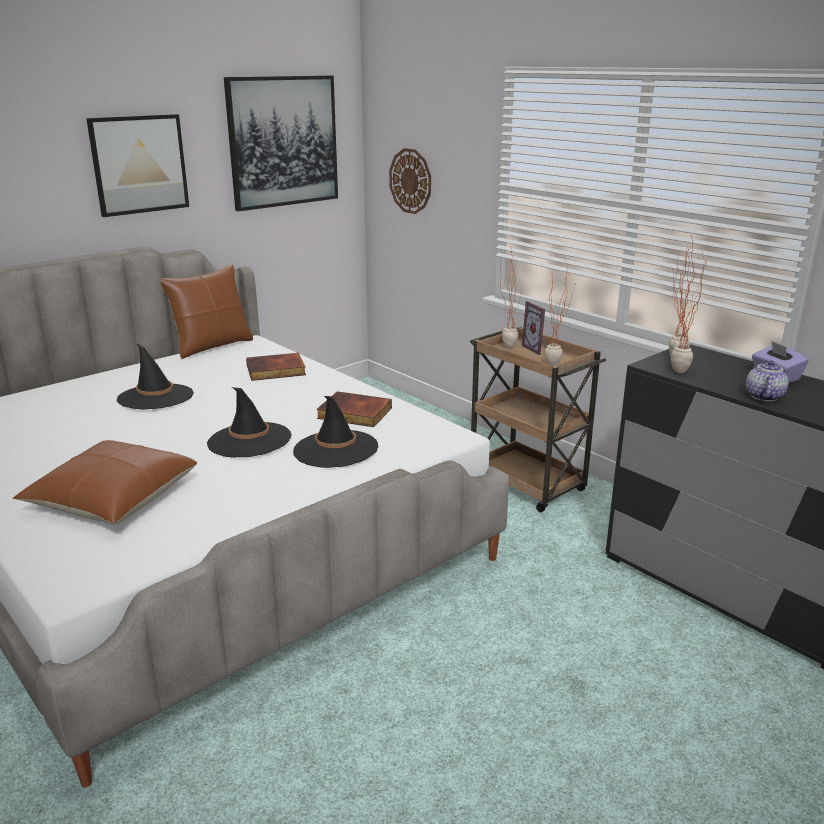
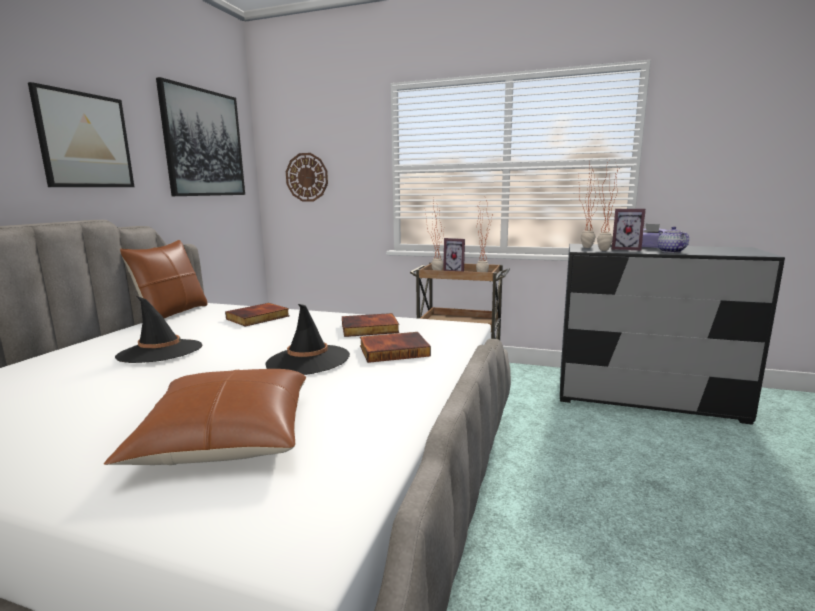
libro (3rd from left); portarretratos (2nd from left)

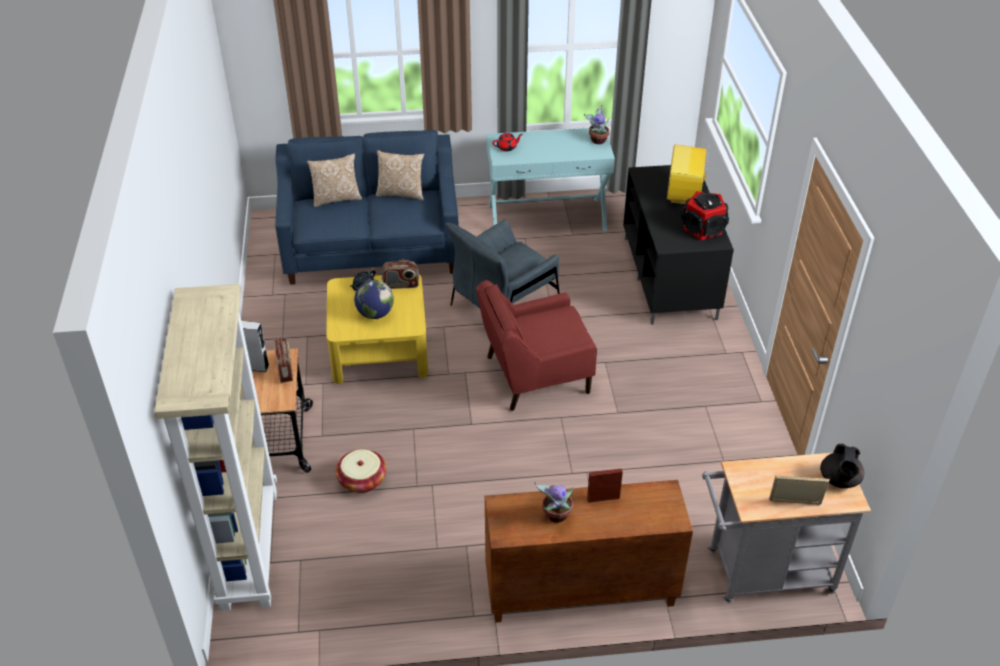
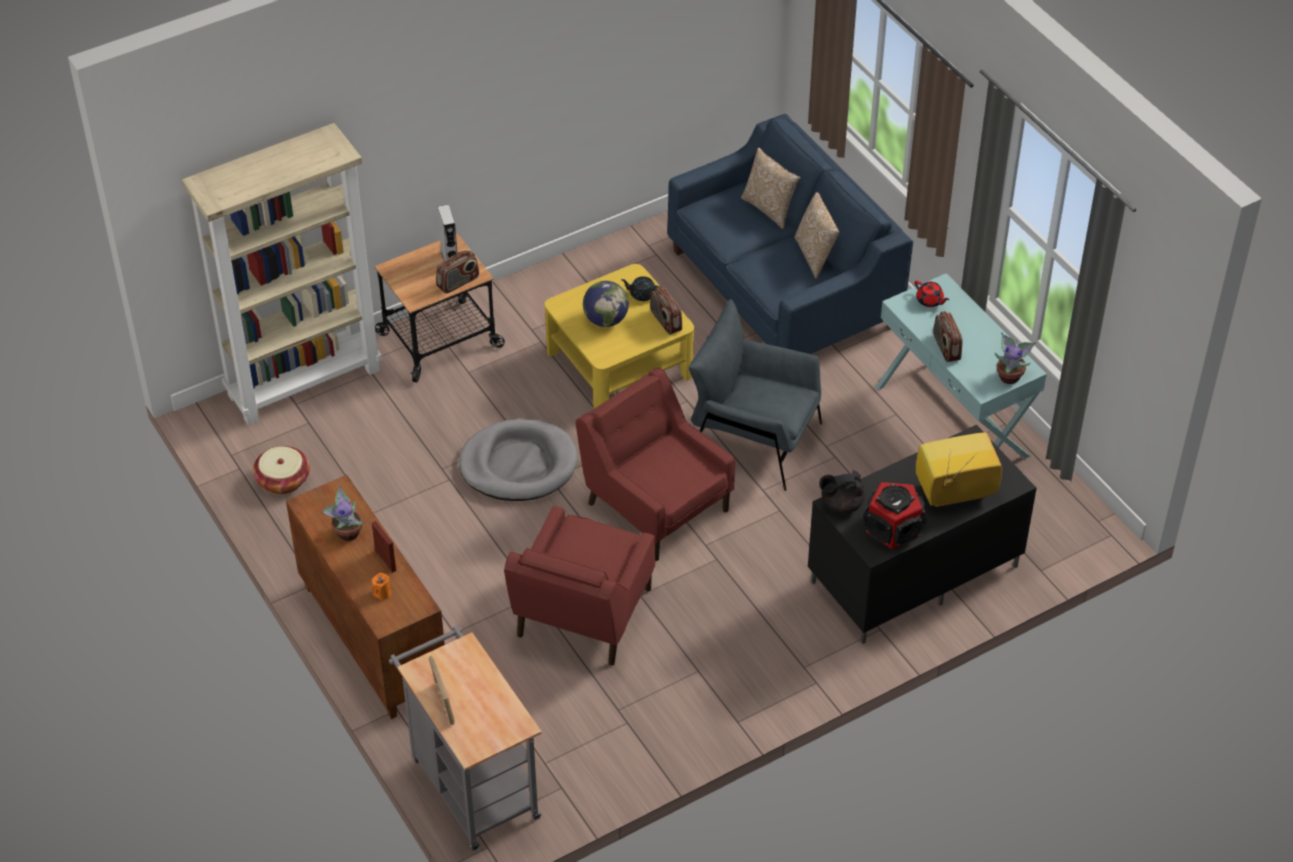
cesta; vela (naranja); cama para perro (gris); sillón (rojo) (1st from left); tetera (negro) (2nd from left); radio (3rd from left)

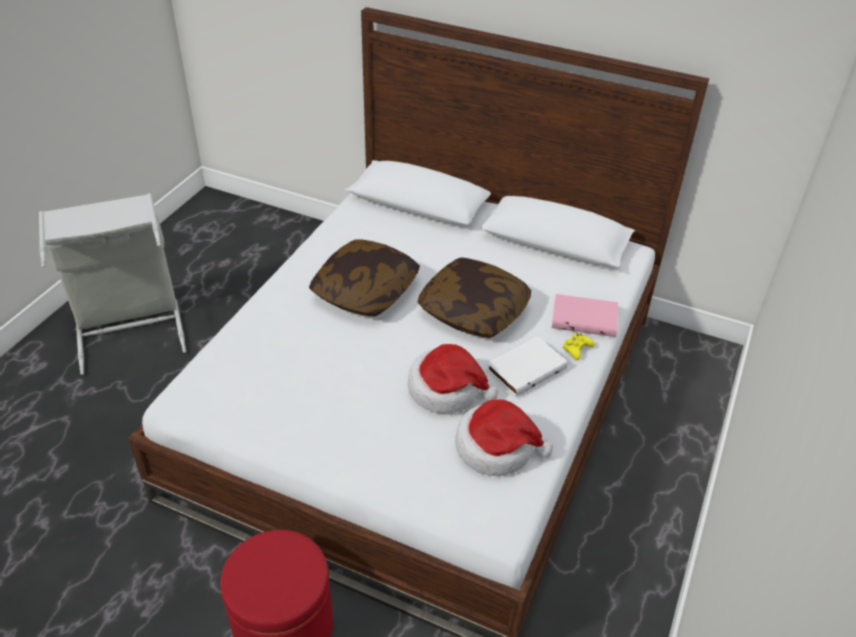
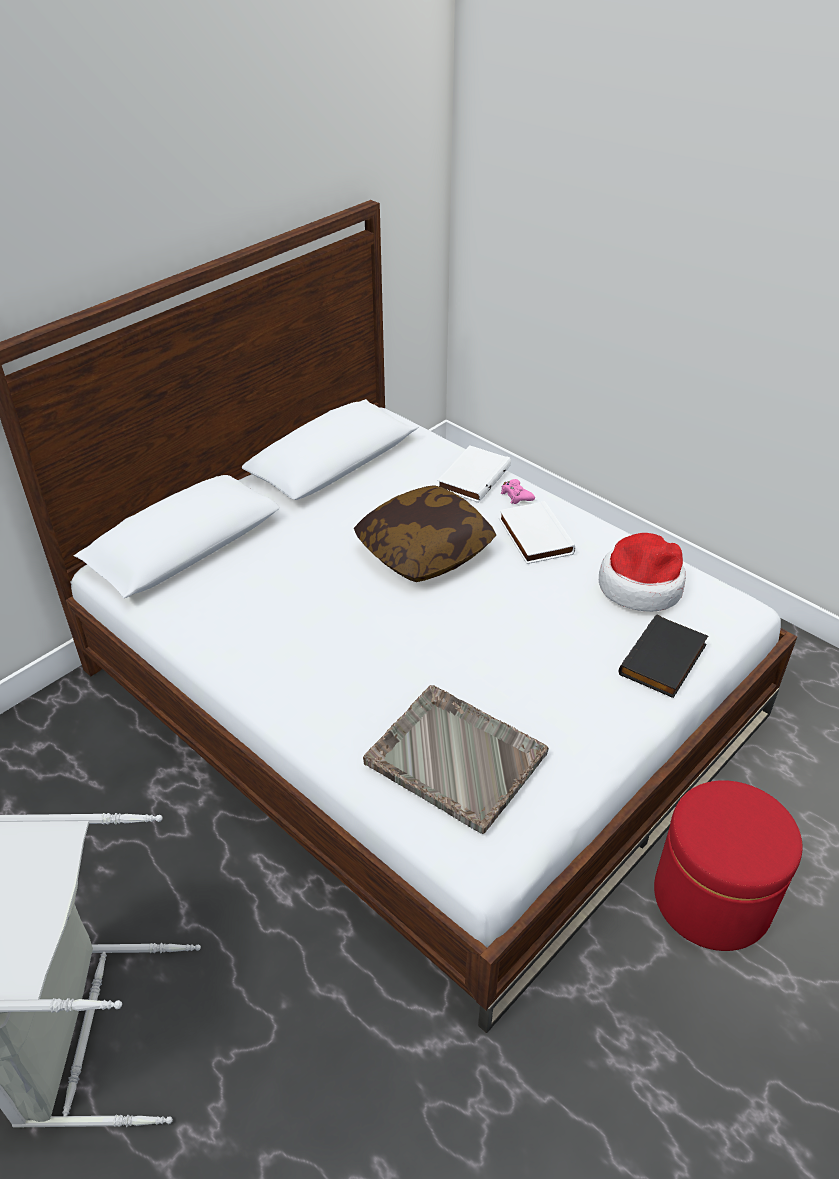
bandeja (gris); libro (blanco) (1st from left); mando de consola (rosa); libro (negro); cojín (1st from left in the first image); sombrero (1st from left in the first image)

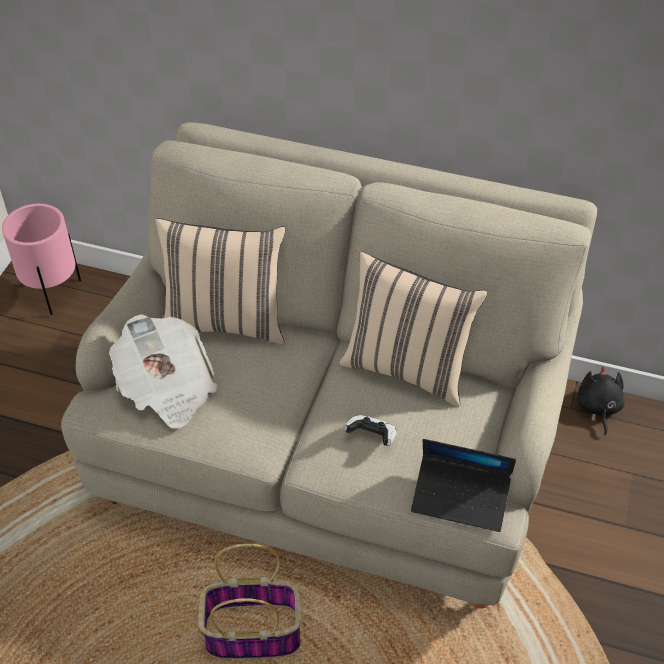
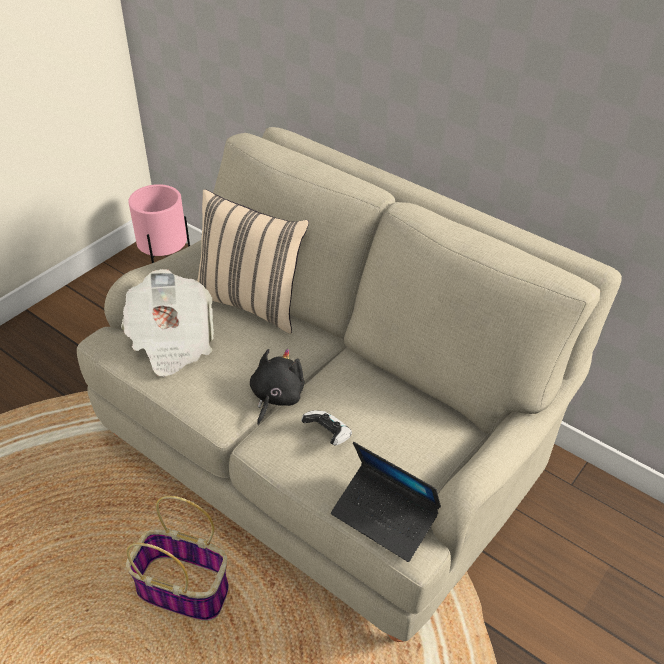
peluche (negro); cojín (beis) (2nd from left in the first image)

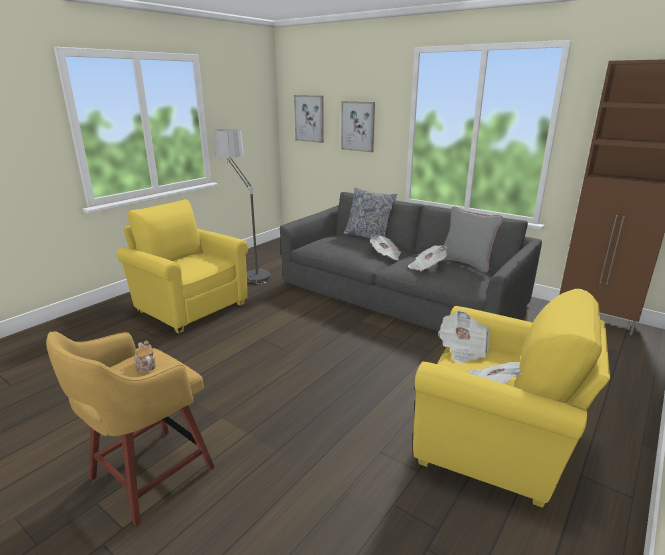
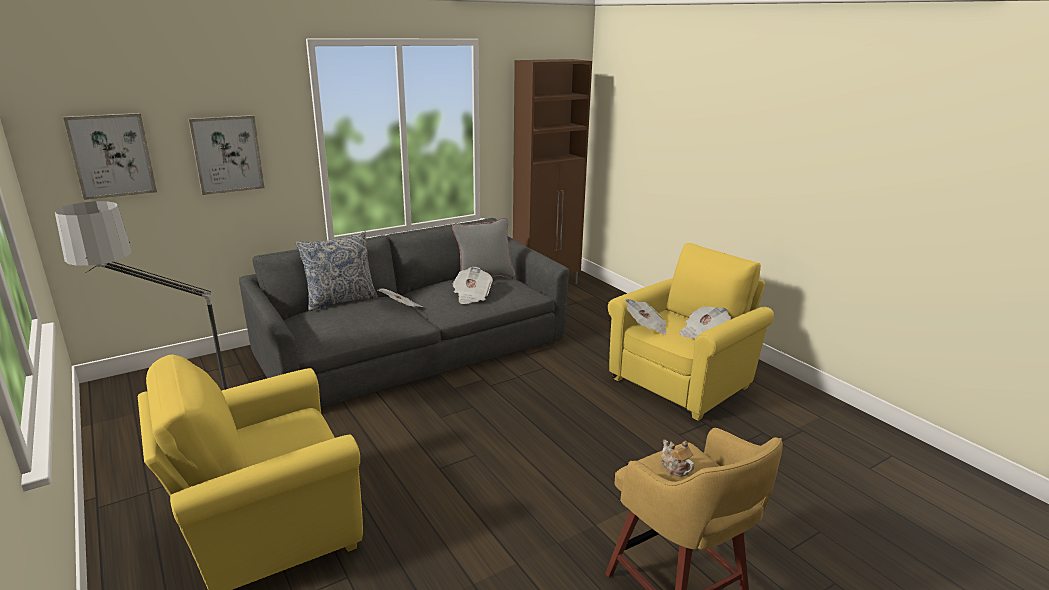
tetera

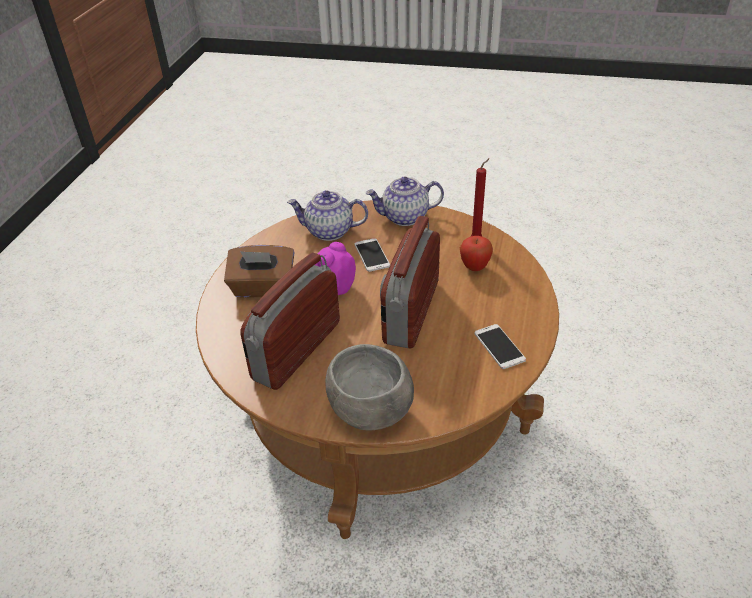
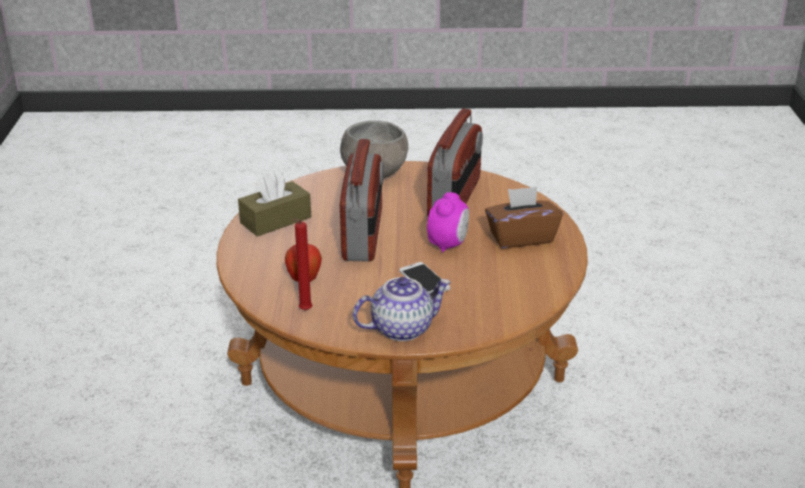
caja de pañuelos (marrón) (1st from left); tetera (1st from left in the first image)

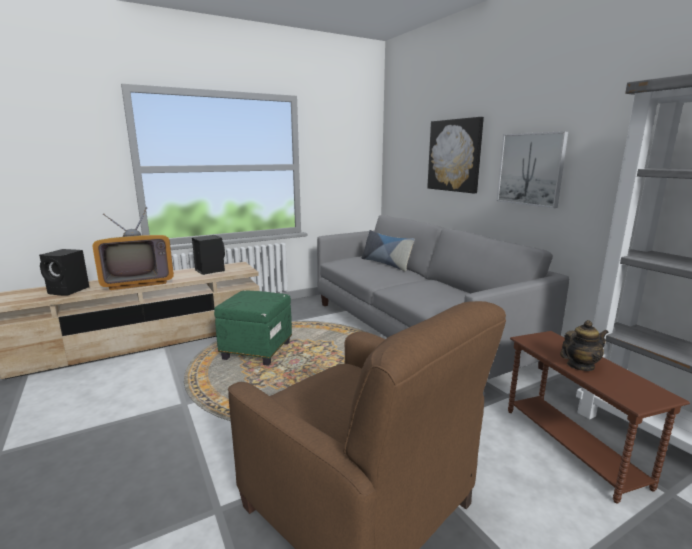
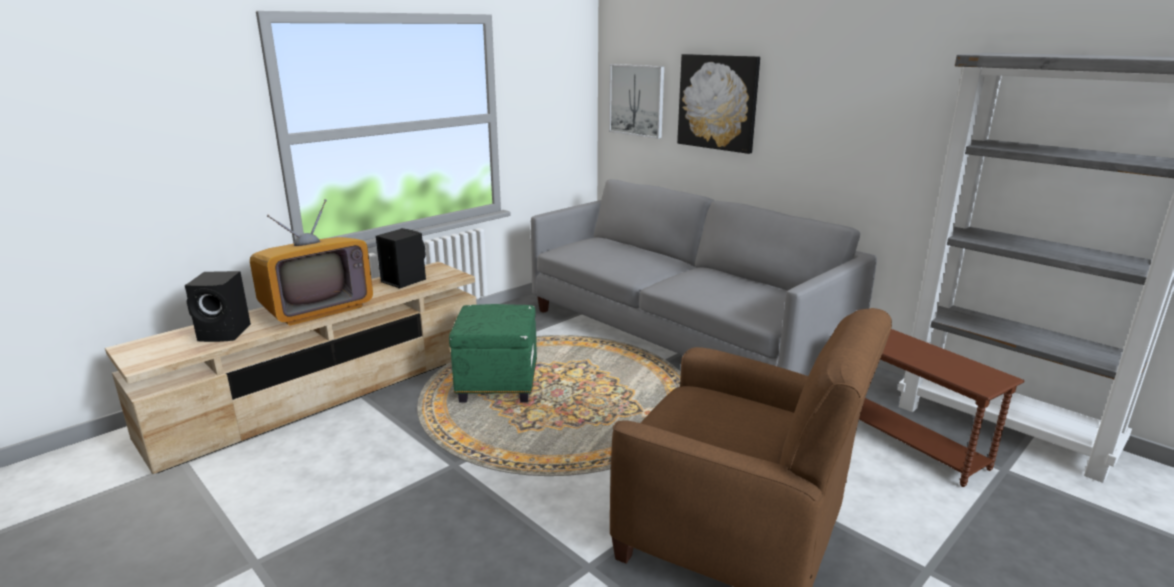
cuadro (1st from left); cojín; tetera

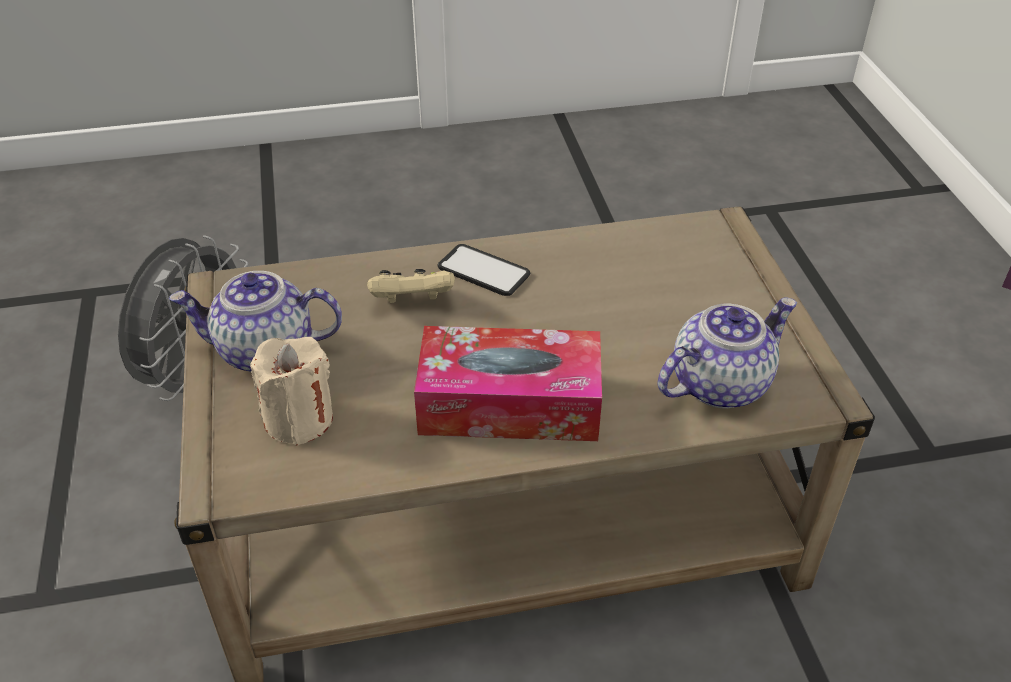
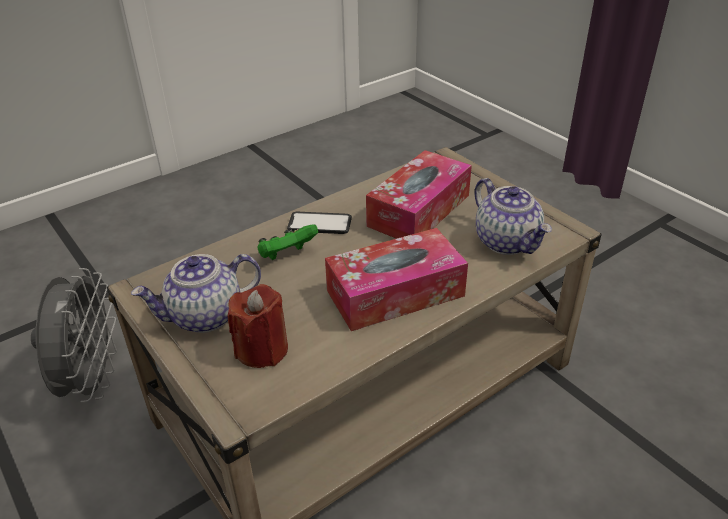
vela (rojo); mando de consola (verde); caja de pañuelos (2nd from left); tetera (2nd from left)

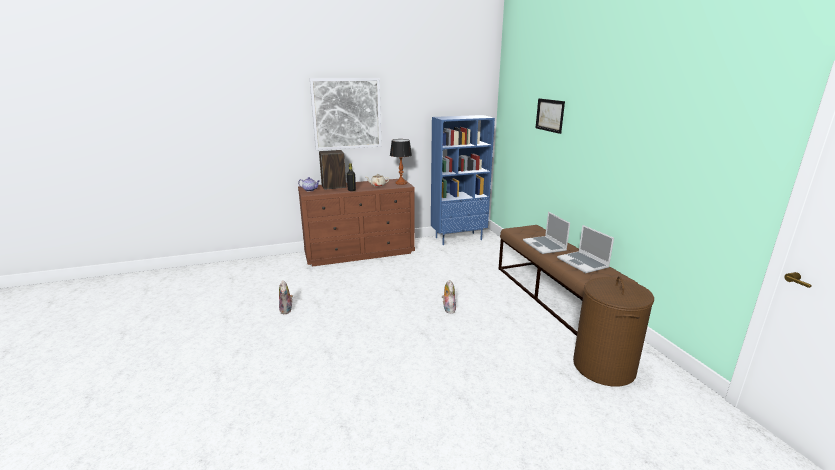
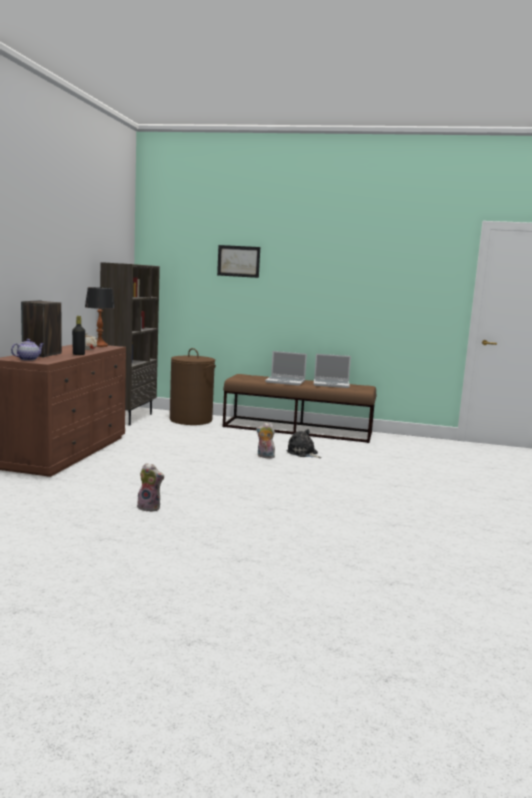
estantería (marrón); cesto de la ropa (marrón); peluche (3rd from left); cuadro (1st from left in the first image)

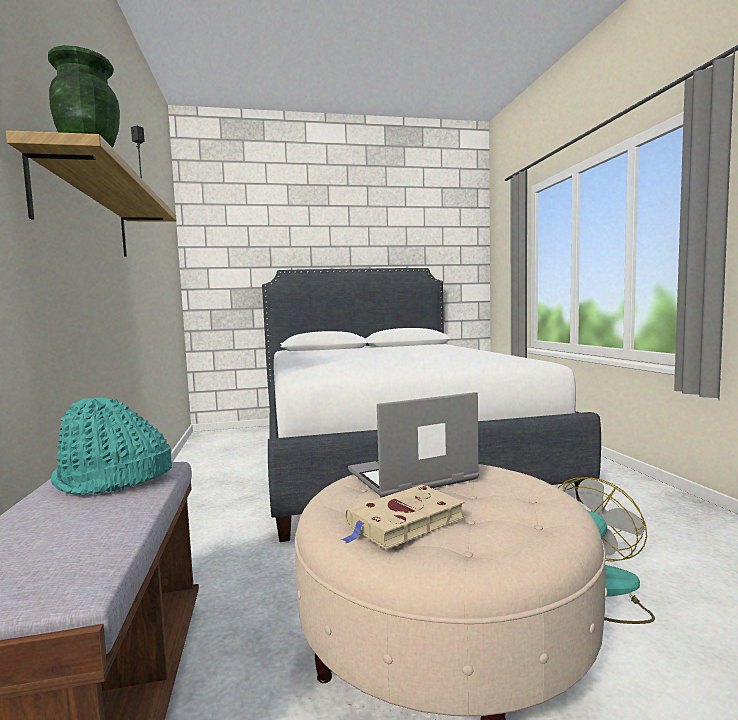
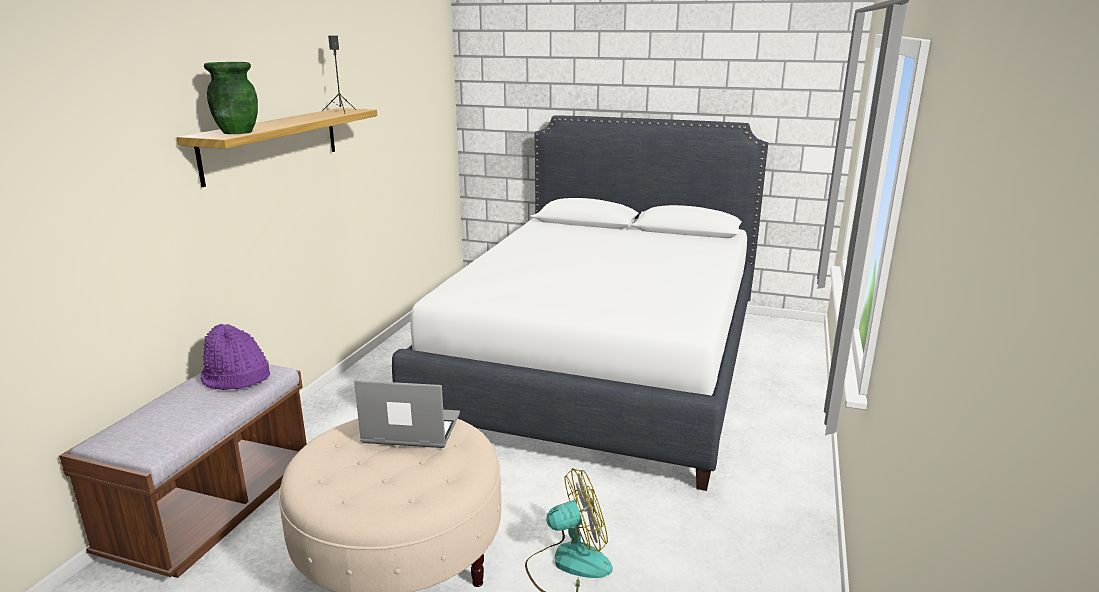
sombrero (morado); libro (beis)

